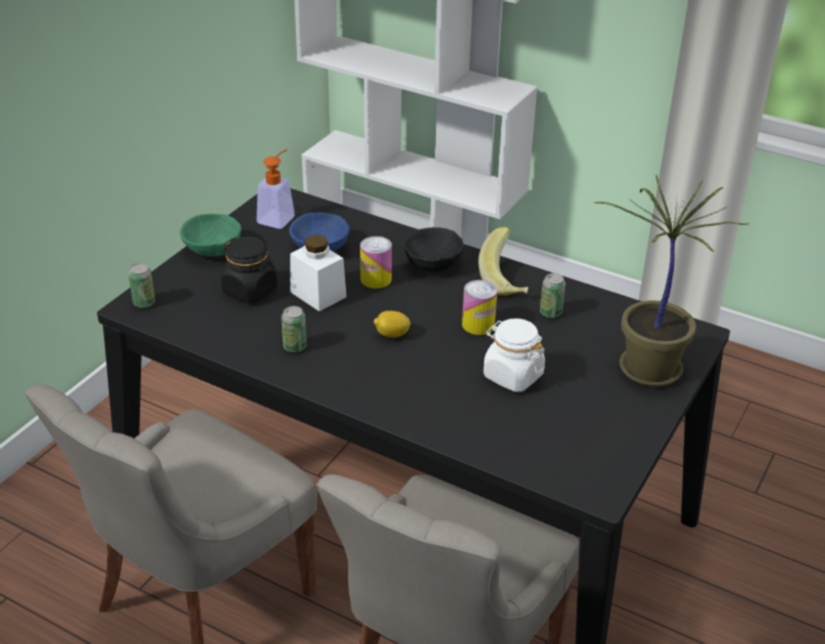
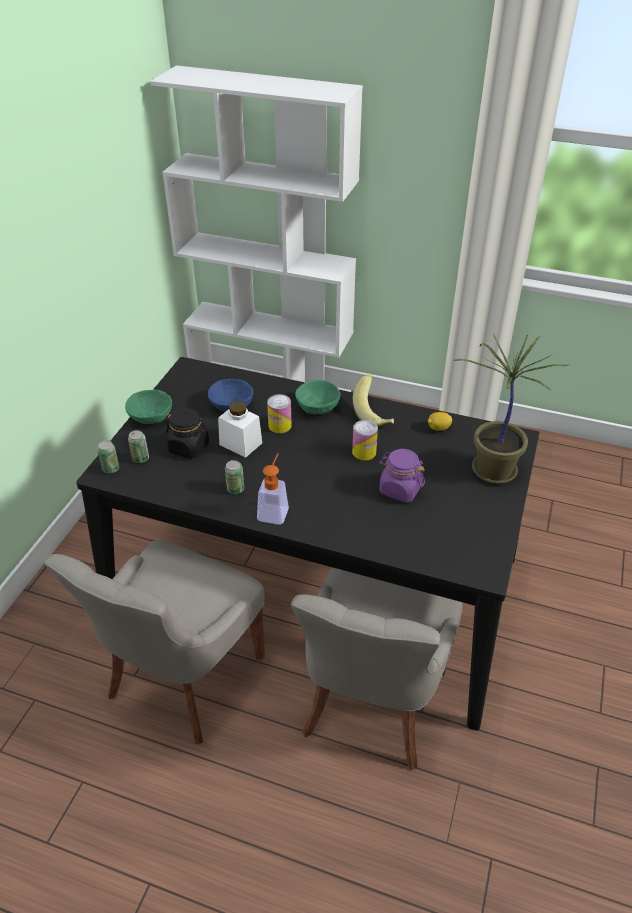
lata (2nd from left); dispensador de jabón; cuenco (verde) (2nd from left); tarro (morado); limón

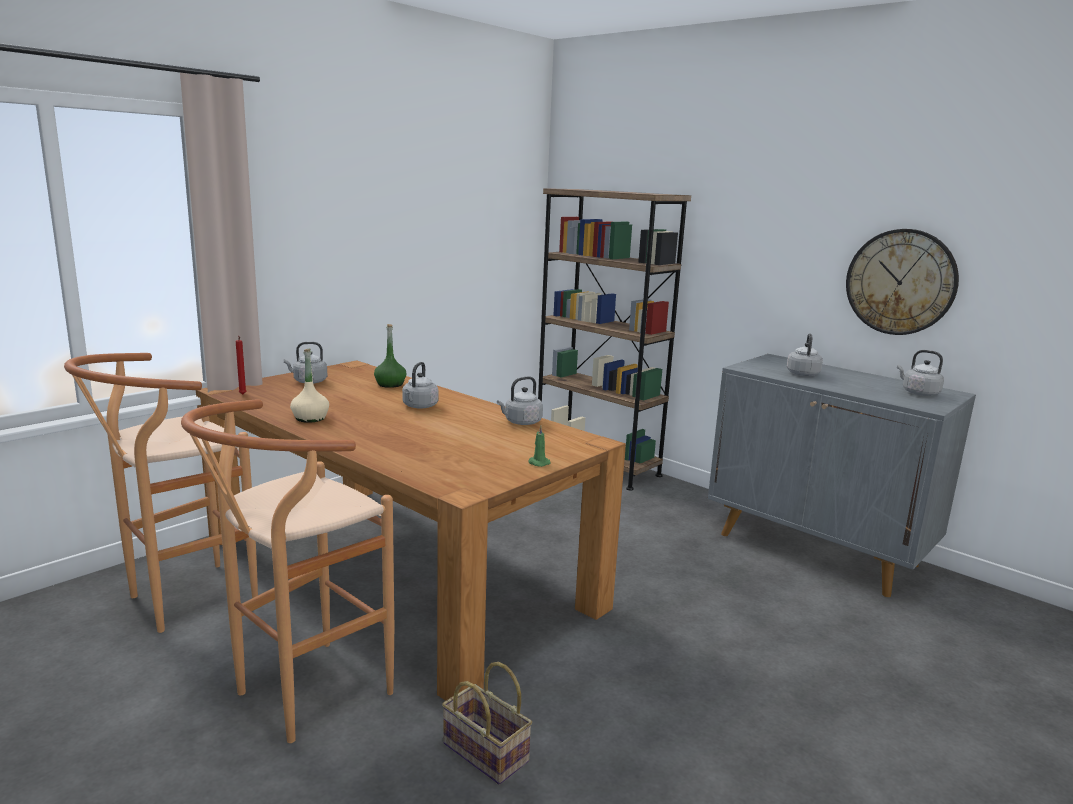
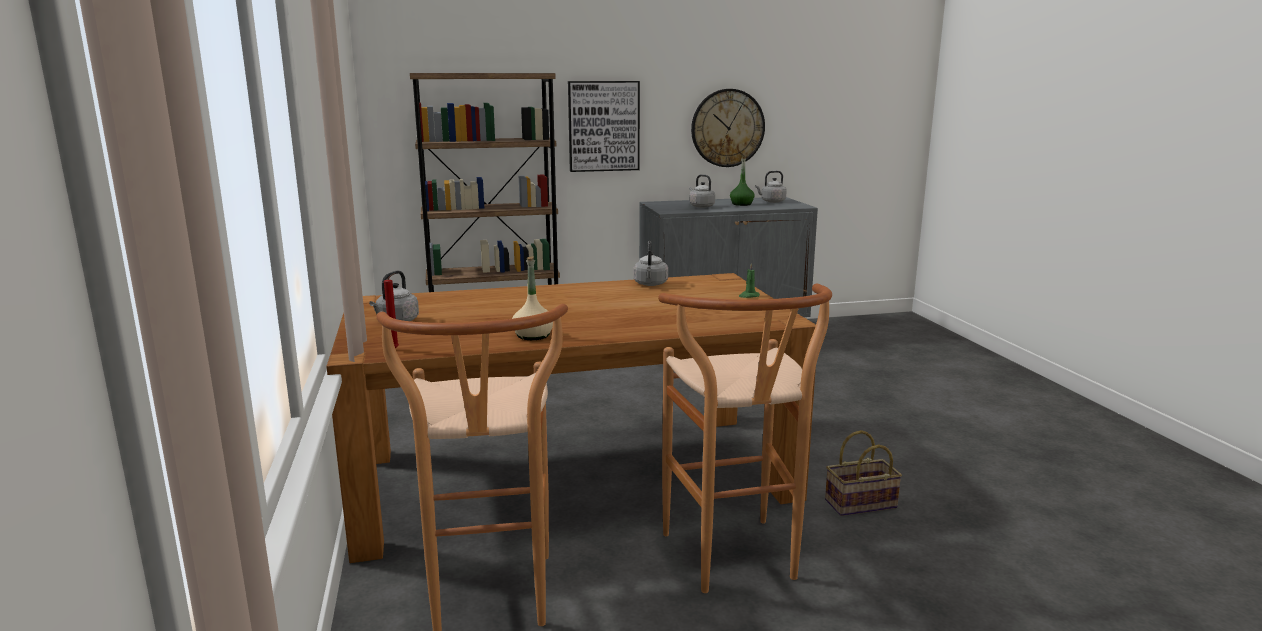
cuadro; botella (verde); hervidor (gris) (2nd from left in the first image)

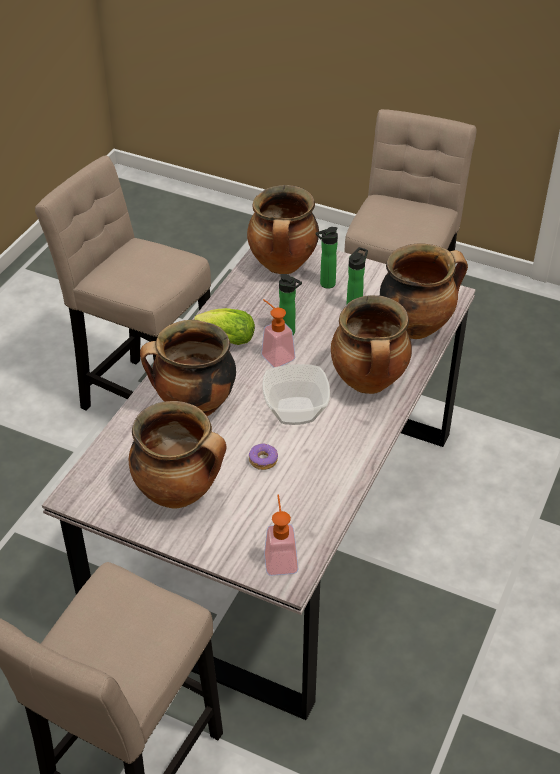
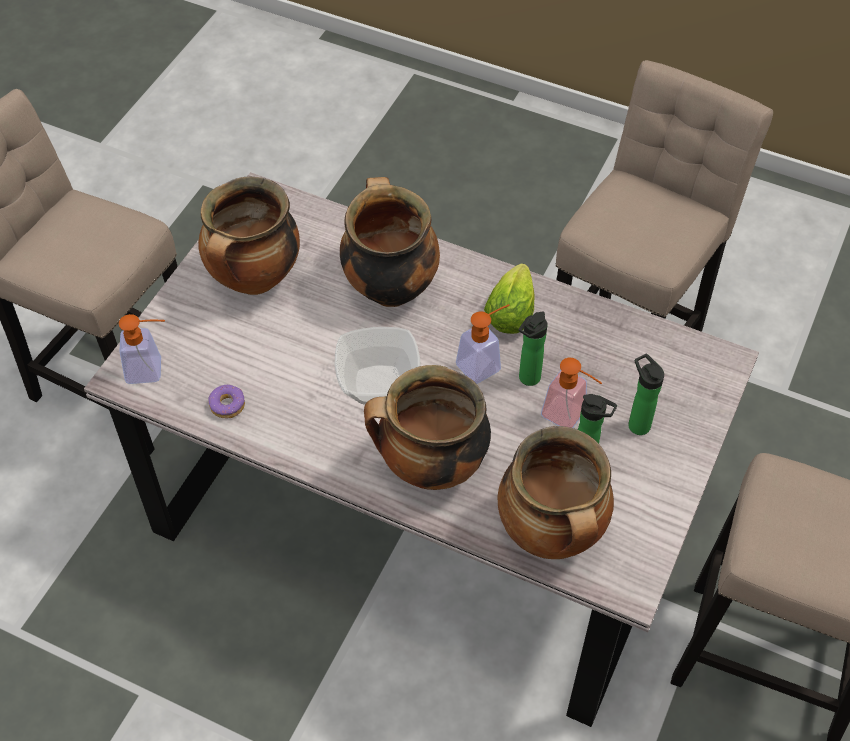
rosquilla; dispensador de jabón (3rd from left); olla (3rd from left in the first image)

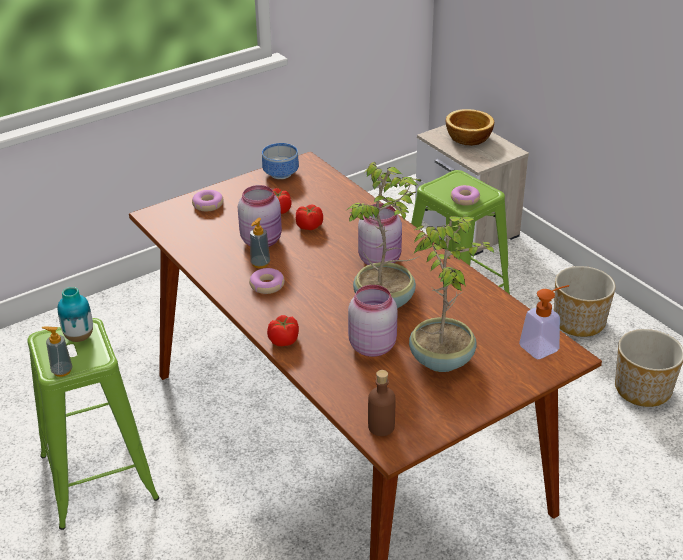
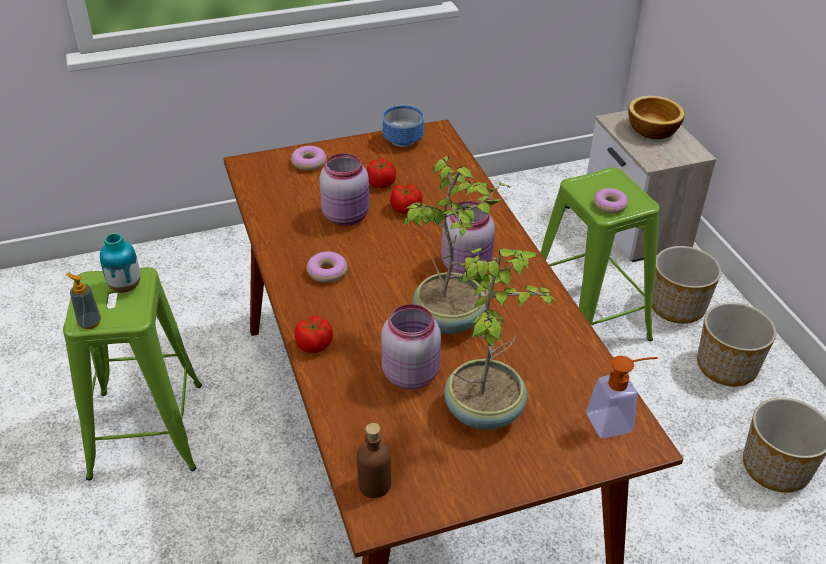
maceta (1st from left); dispensador de jabón (2nd from left in the first image)

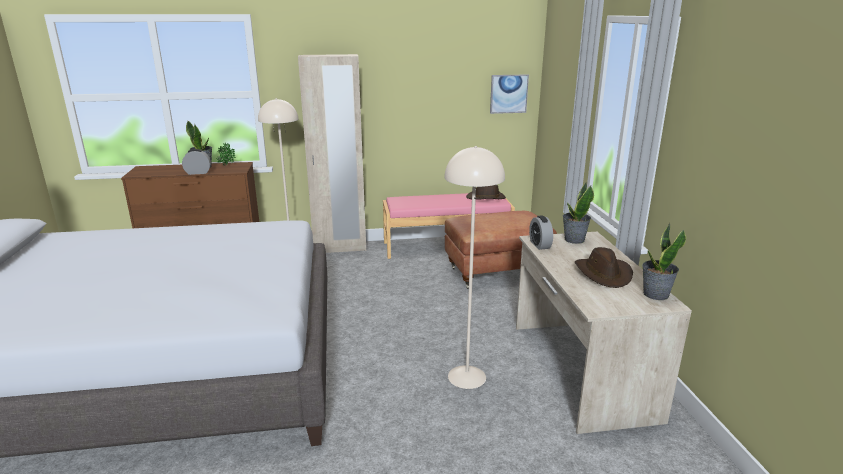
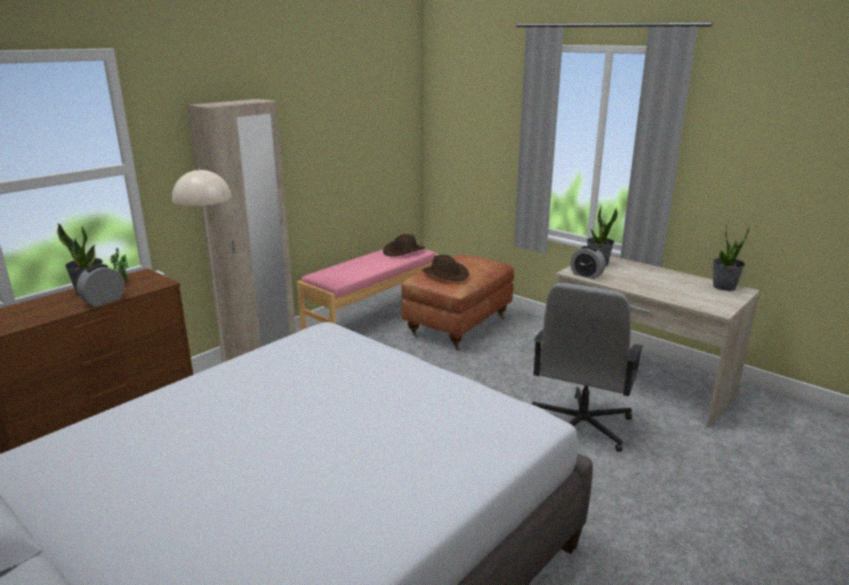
sombrero (marrón) (2nd from left); silla de oficina (gris); cuadro

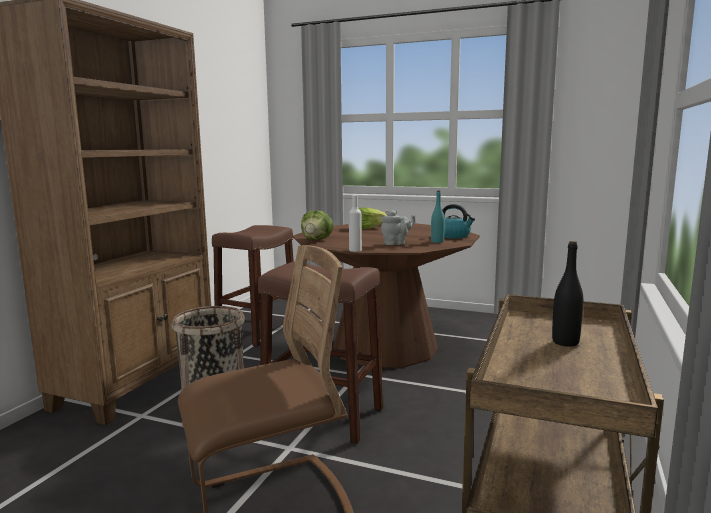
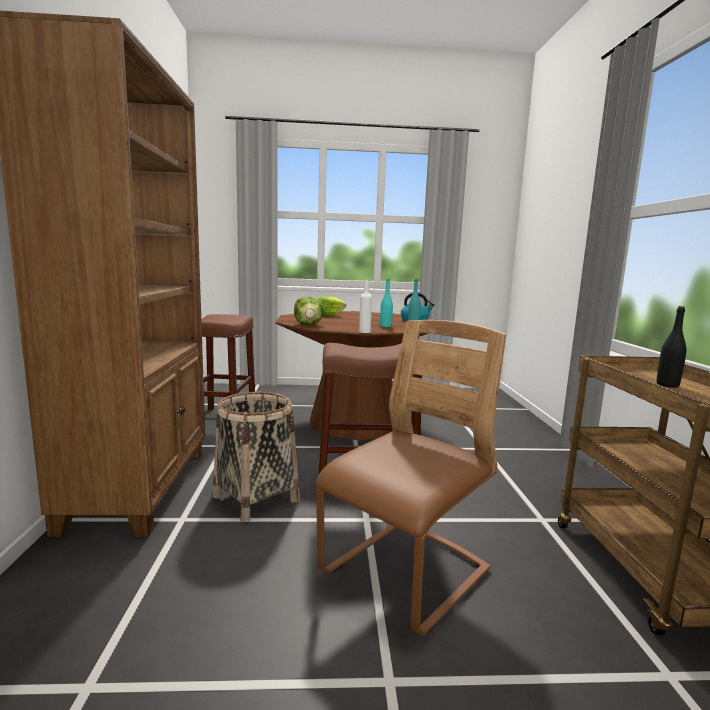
botella (turquesa) (1st from left)

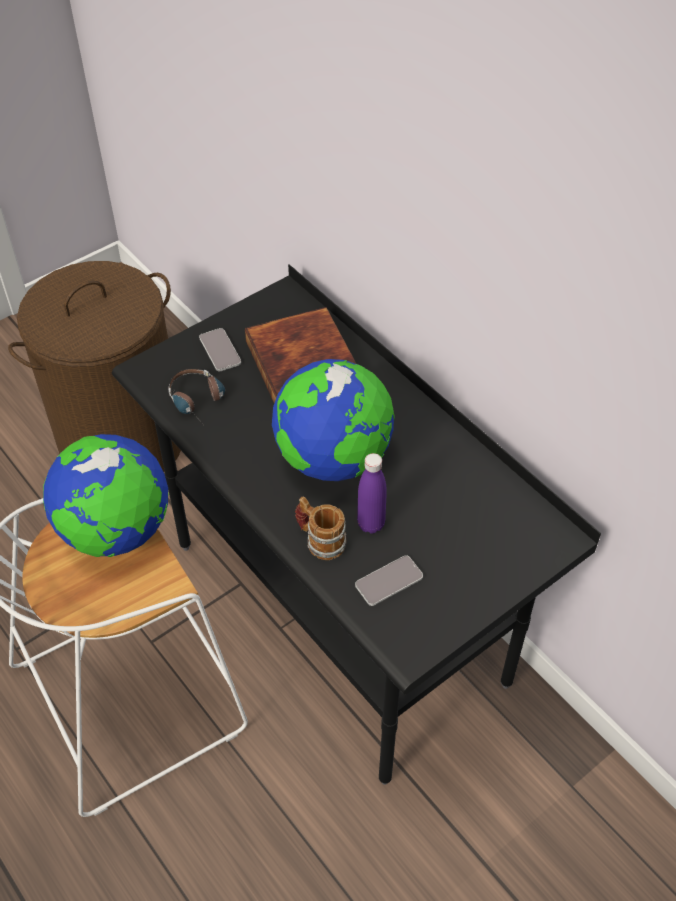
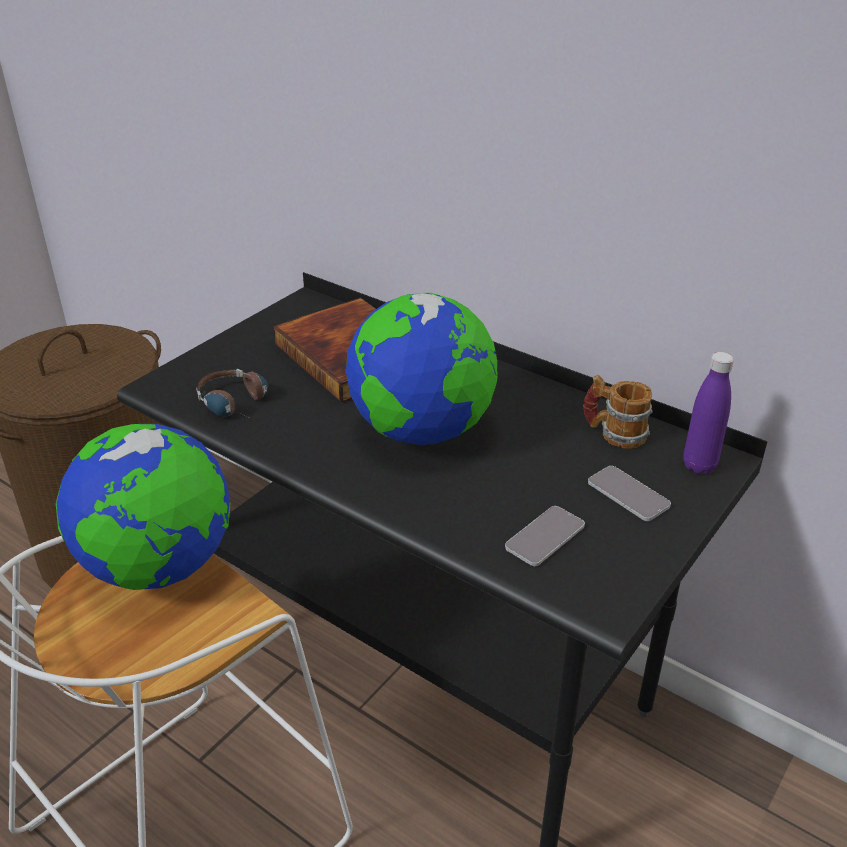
taza grande; móvil (2nd from left); botella (morado)

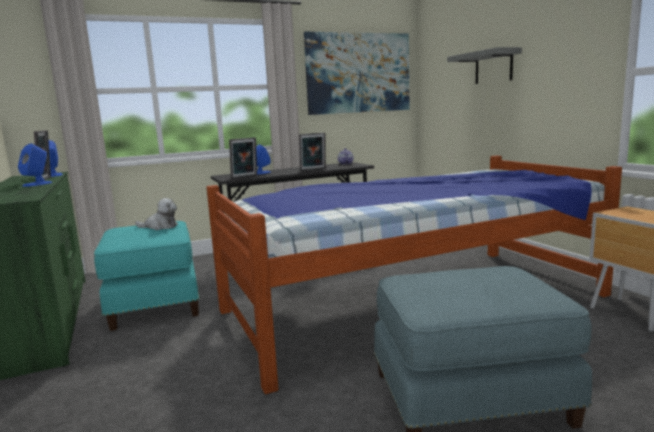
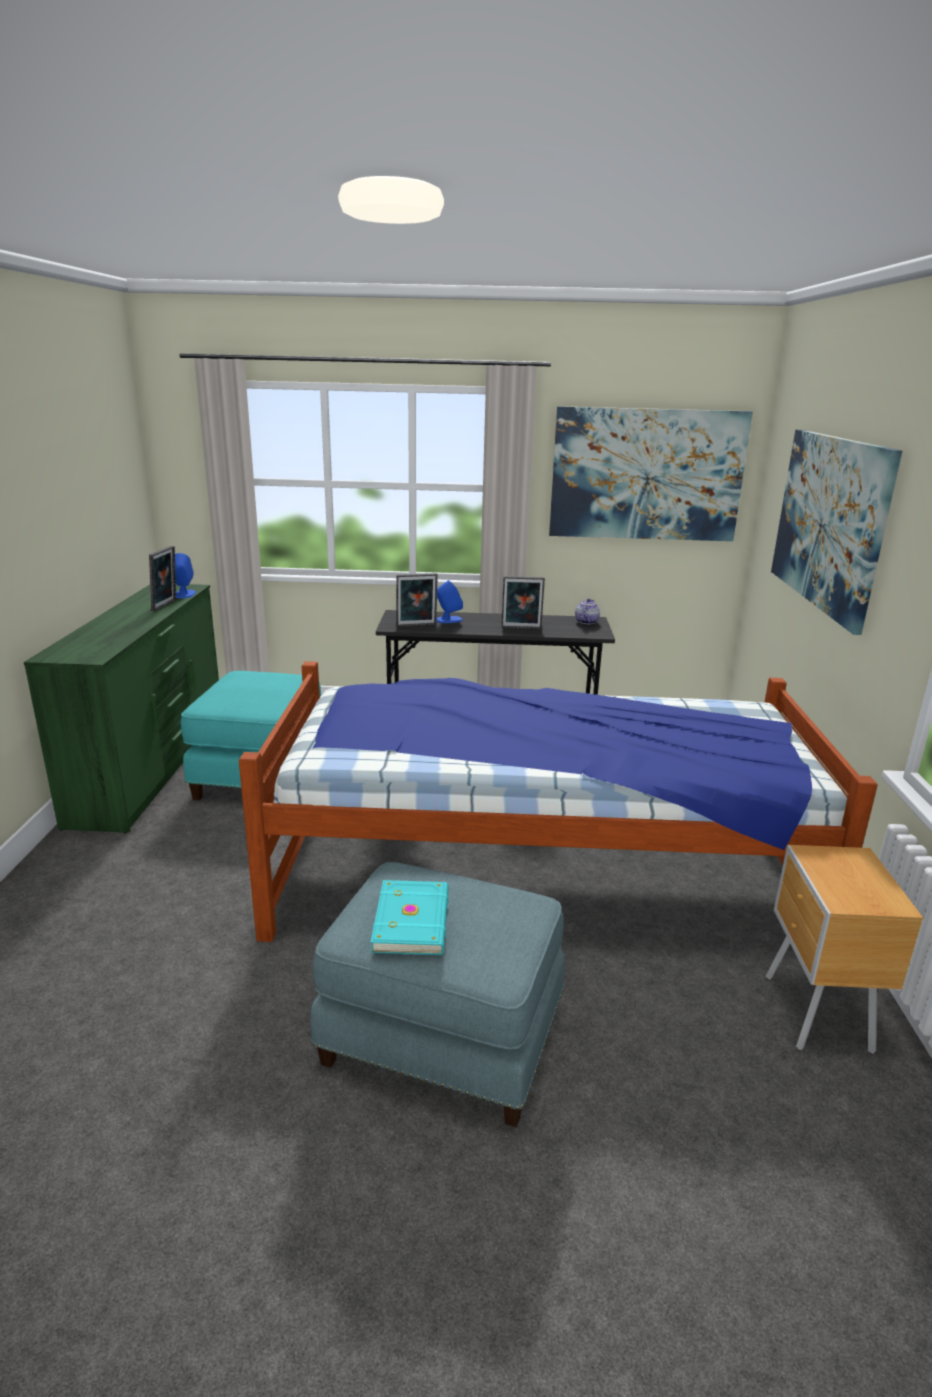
libro (turquesa); cuadro (2nd from left); altavoz (azul) (1st from left in the first image); peluche

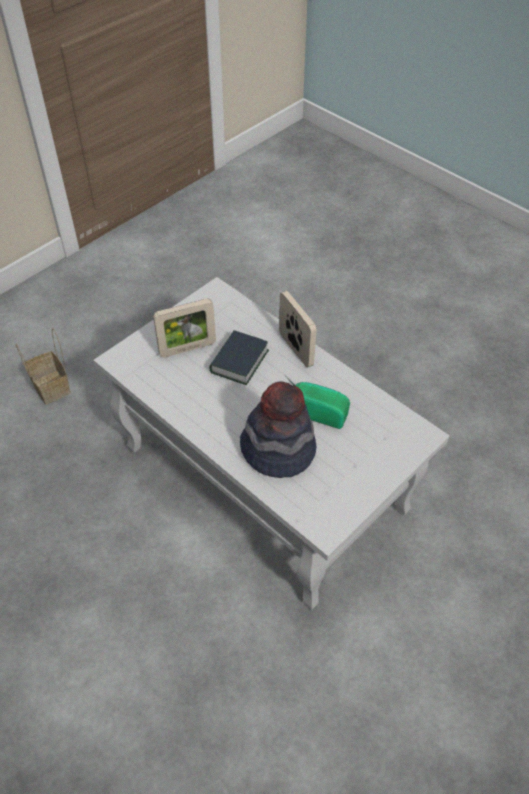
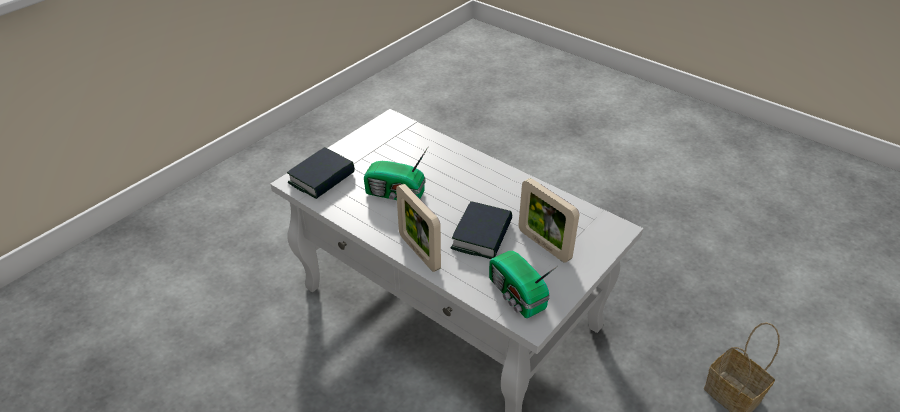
libro (1st from left); radio (2nd from left); portarretratos (2nd from left); sombrero

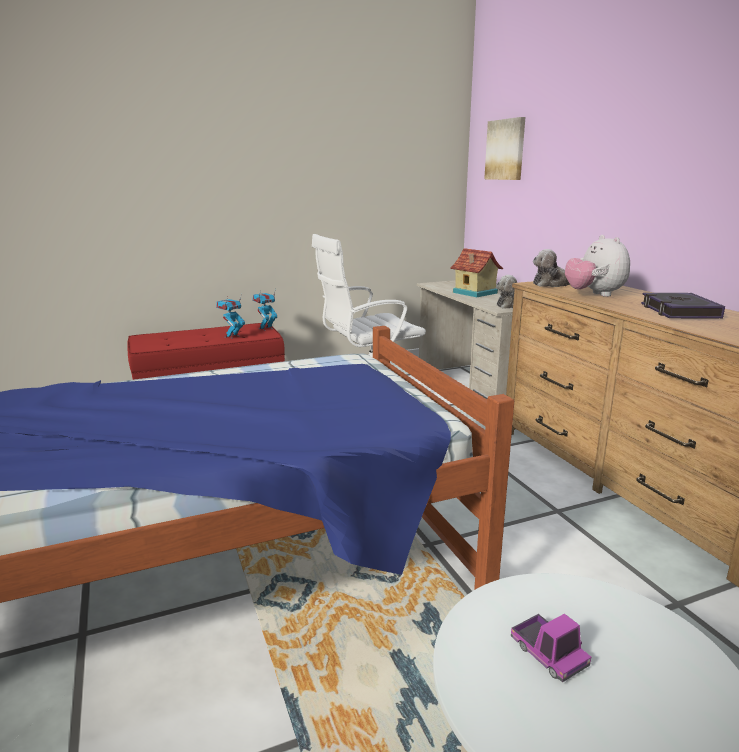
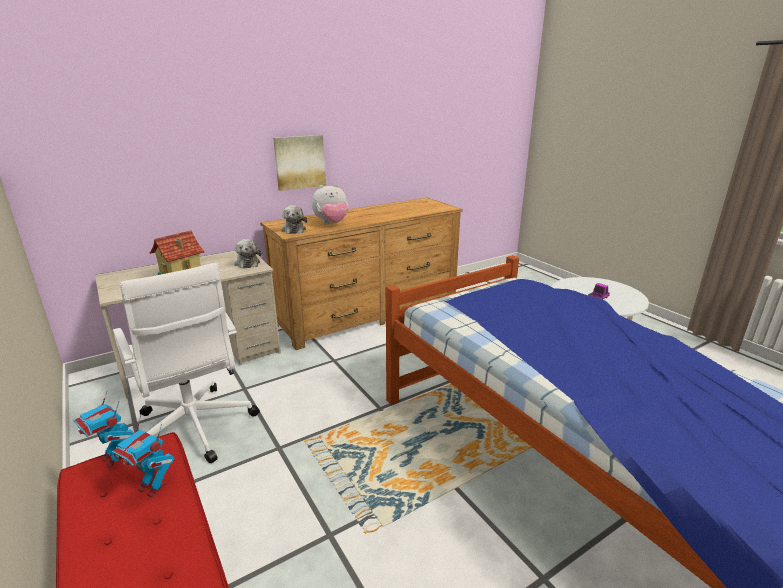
cuadro; libro

